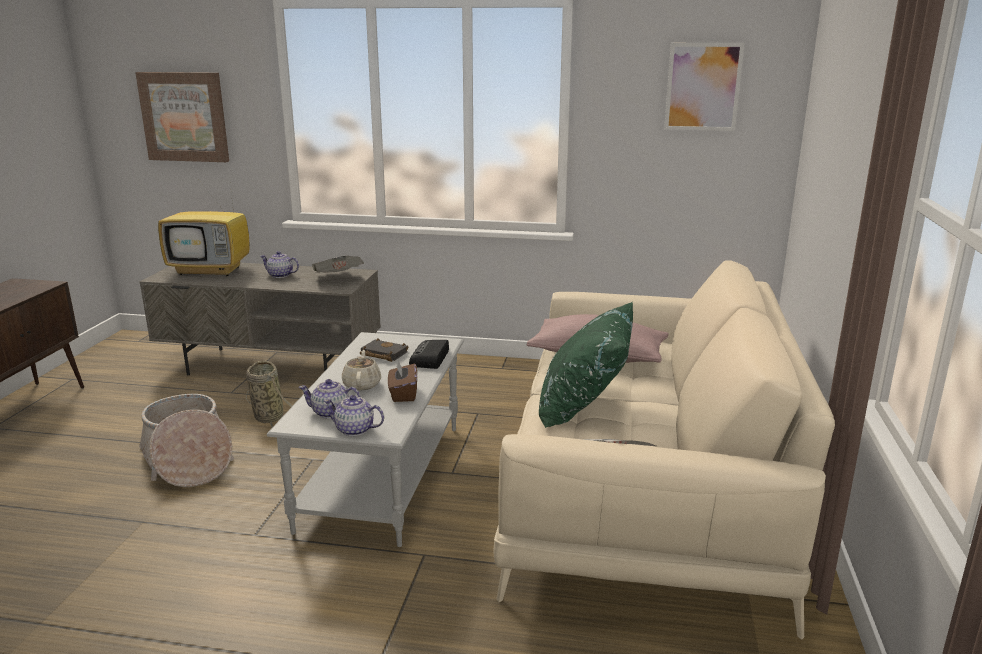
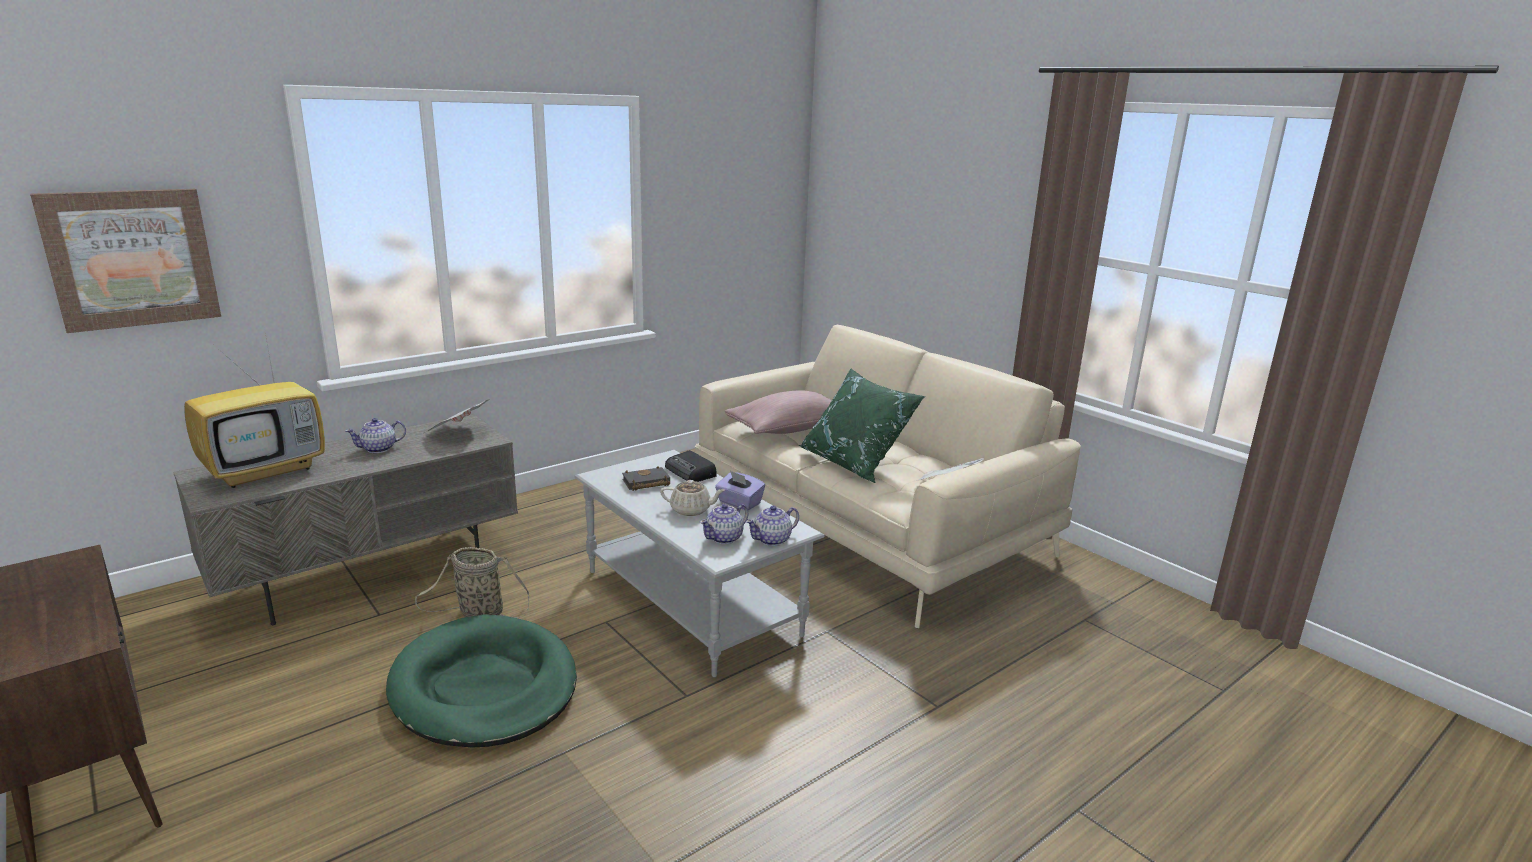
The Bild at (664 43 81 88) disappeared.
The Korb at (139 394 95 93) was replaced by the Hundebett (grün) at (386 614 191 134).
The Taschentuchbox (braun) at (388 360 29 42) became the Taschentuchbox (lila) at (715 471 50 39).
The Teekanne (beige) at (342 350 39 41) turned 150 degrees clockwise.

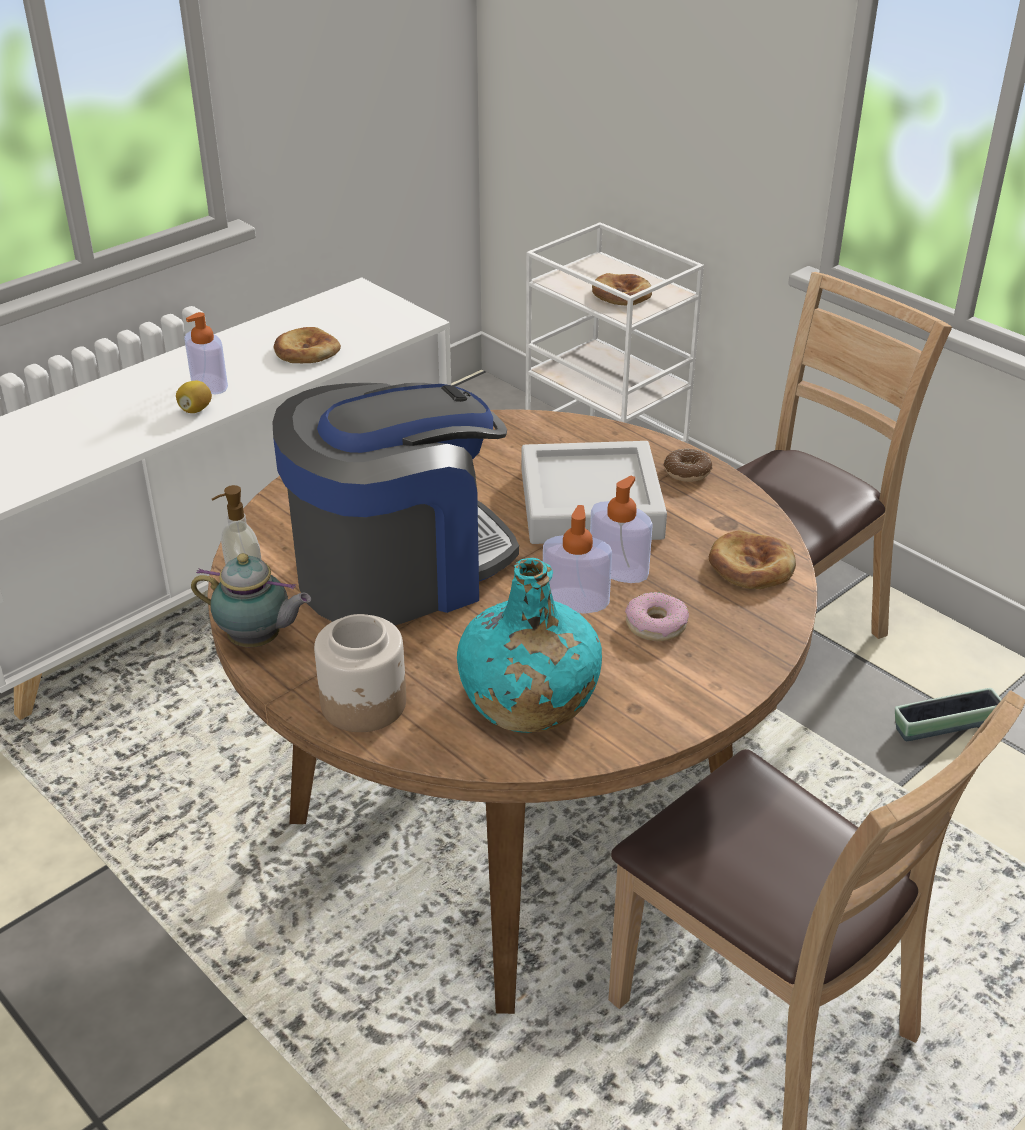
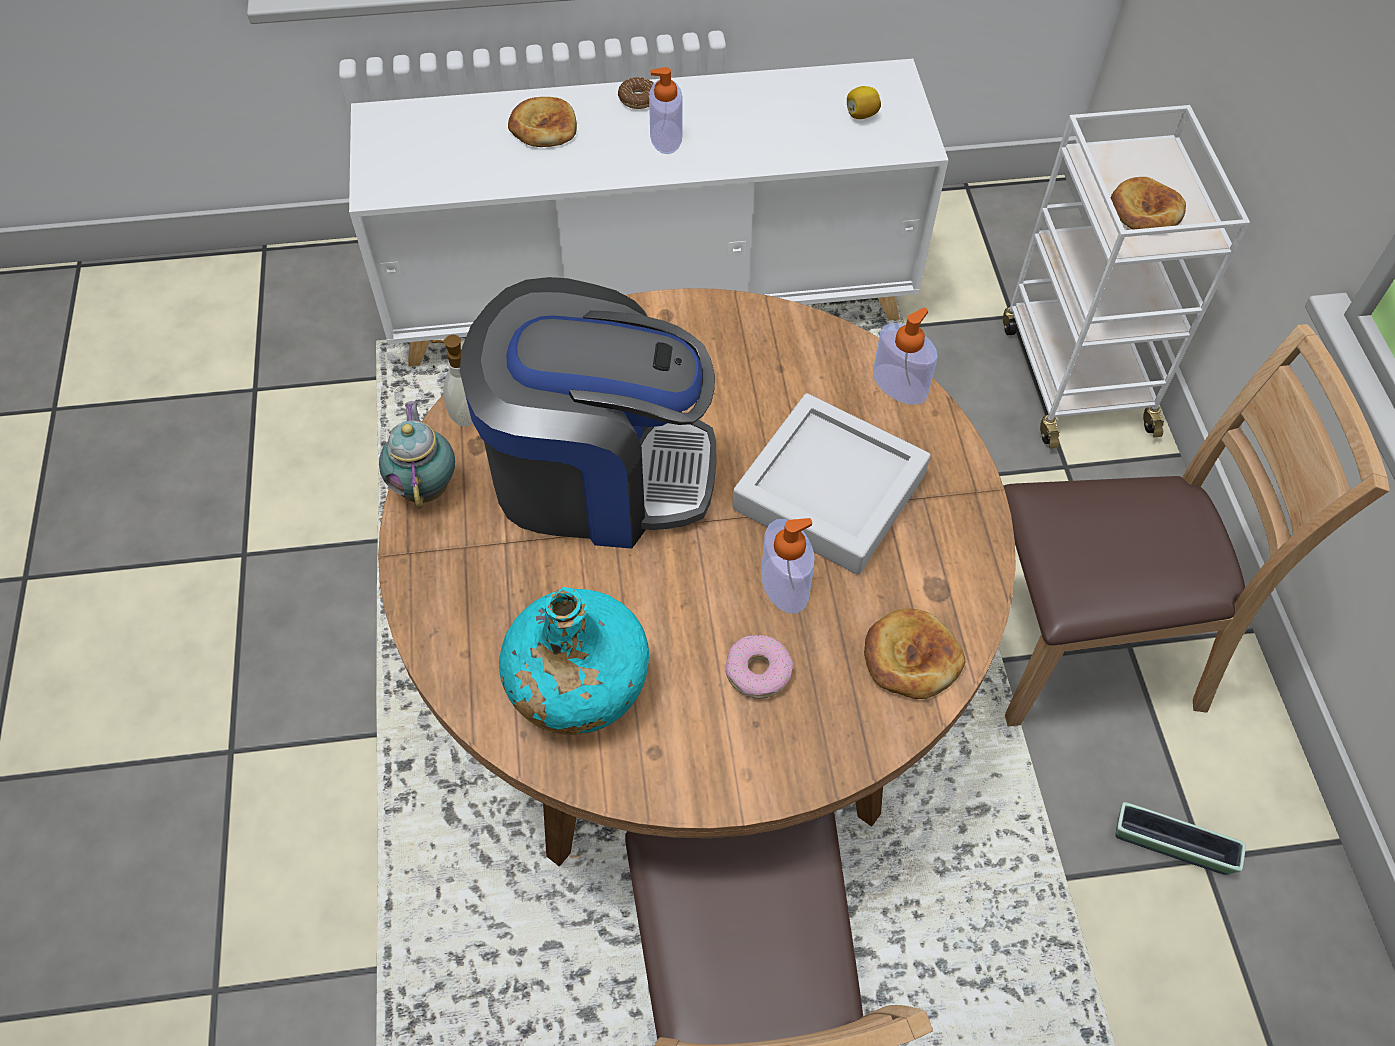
The Vorratsglas at (314 614 92 118) disappeared.
The Zitrone moved from (176 381 36 32) to (847 86 34 33).
The Brot moved from (274 327 67 36) to (508 97 69 50).
The Seifenspender moved from (543 505 69 108) to (873 308 65 97).
The Donut moved from (663 449 49 33) to (618 77 36 32).
The Teekanne at (191 553 120 94) turned 150 degrees counterclockwise.

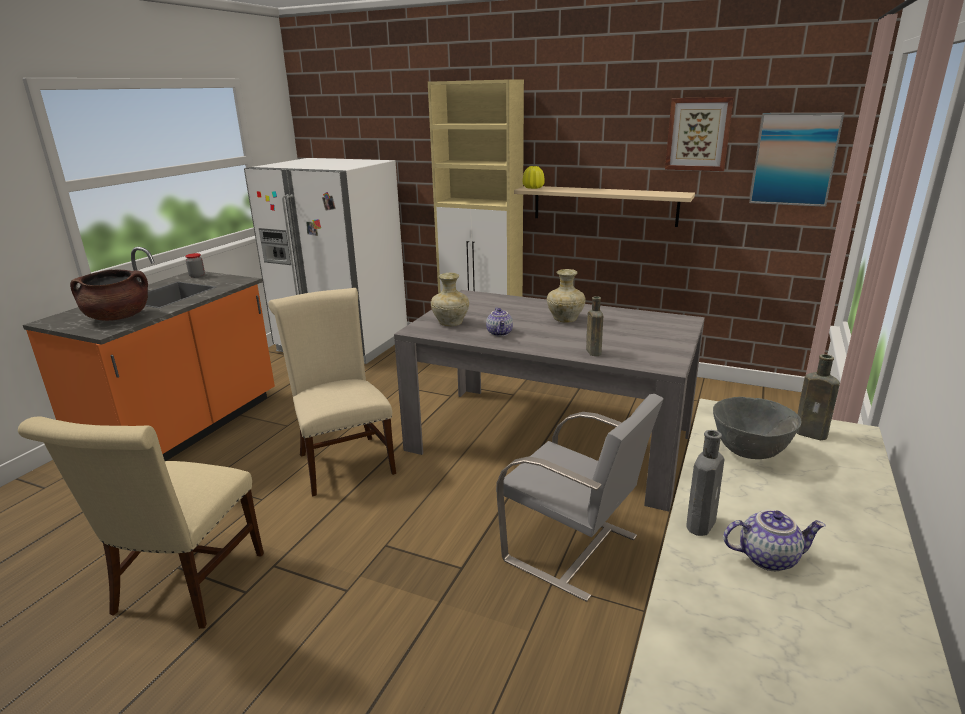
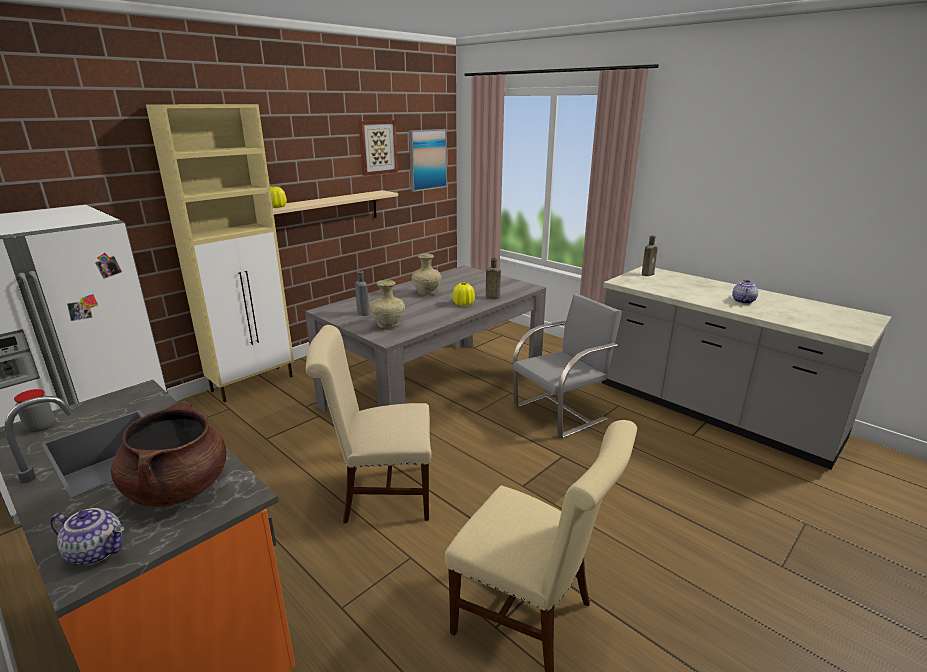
The Schüssel (grau) at (713 397 88 62) disappeared.
The Vase (gelb) at (453 283 22 23) appeared.
The Teekanne moved from (486 307 27 29) to (50 508 74 57).
The Flasche (grau) moved from (686 430 38 106) to (355 271 15 45).

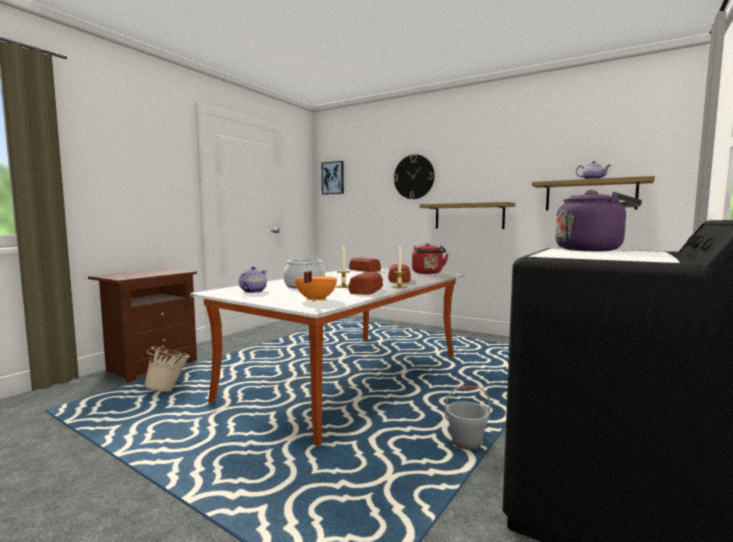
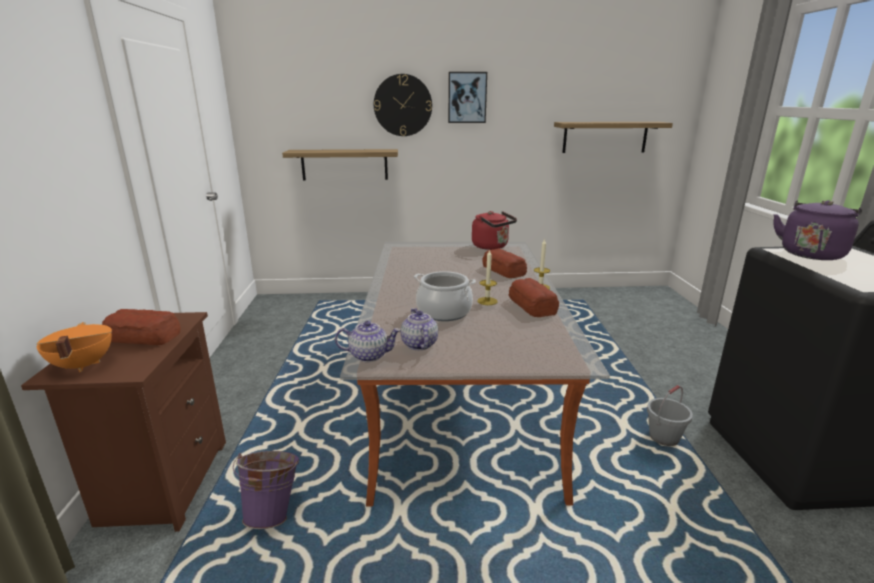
The Kochtopf (orange) moved from (295 271 42 31) to (37 322 75 50).
The Bild moved from (322 161 22 34) to (448 72 39 51).
The Brot moved from (349 258 32 14) to (102 309 78 36).
The Wandregal moved from (419 202 96 27) to (282 149 116 31).
The Teekanne moved from (576 161 35 18) to (335 321 66 41).
The Eimer (beige) at (144 345 46 47) became the Eimer (lila) at (233 451 66 78).

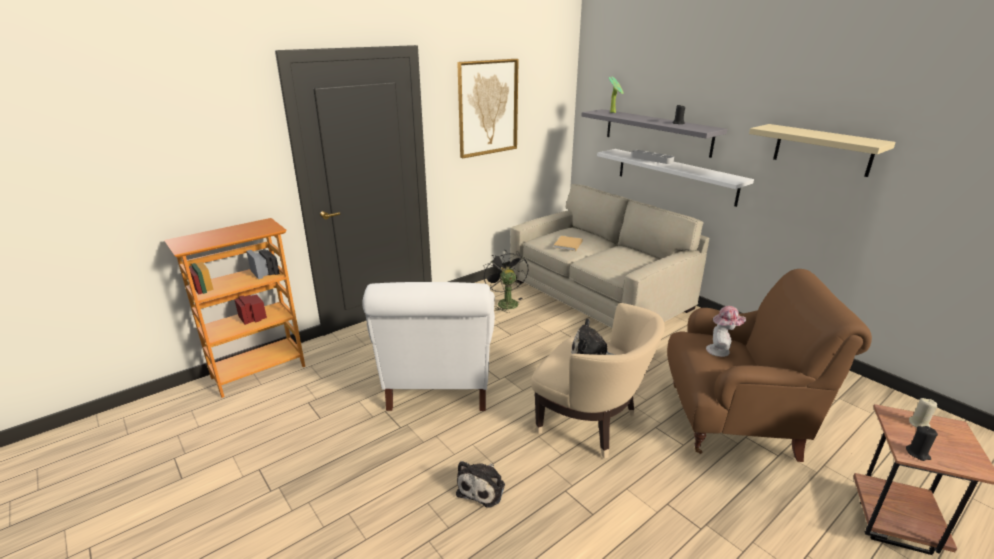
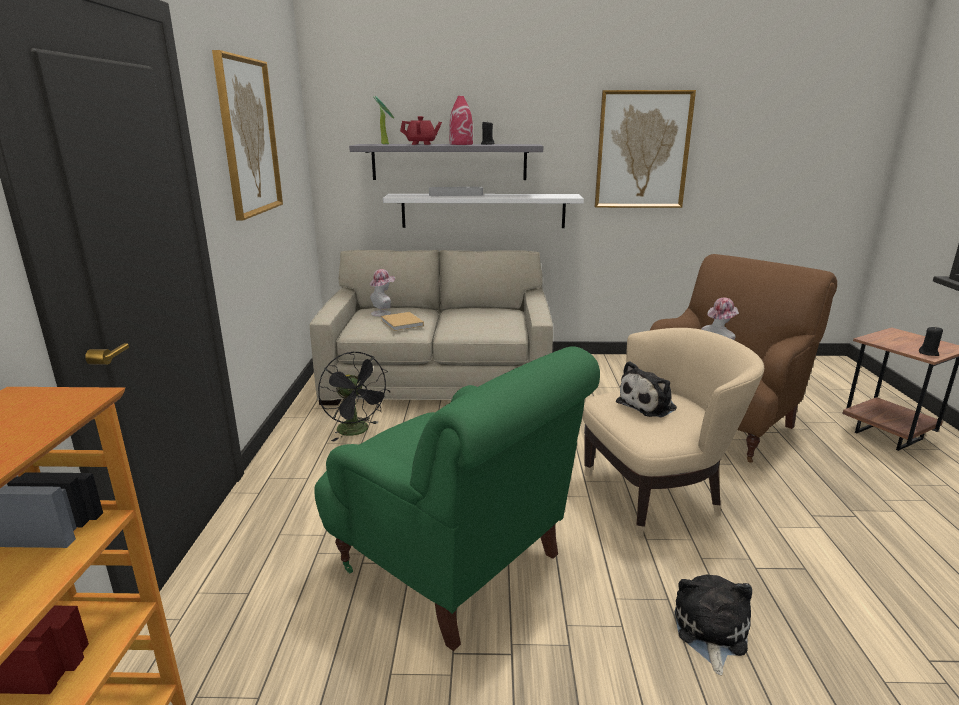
The Kerze (beige) at (909 398 28 30) disappeared.
The Hut at (370 269 25 48) appeared.
The Teekanne (rot) at (400 116 42 29) appeared.
The Vase (rot) at (449 96 24 49) appeared.
The Wandregal (beige) at (749 124 147 53) was replaced by the Bild at (595 90 101 118).
The Sessel (weiß) at (362 282 133 129) became the Sessel (grün) at (314 346 286 305).
The Plüschtier at (456 461 49 47) turned 135 degrees counterclockwise.
The Ventilator (schwarz) at (483 250 45 63) turned 150 degrees counterclockwise.

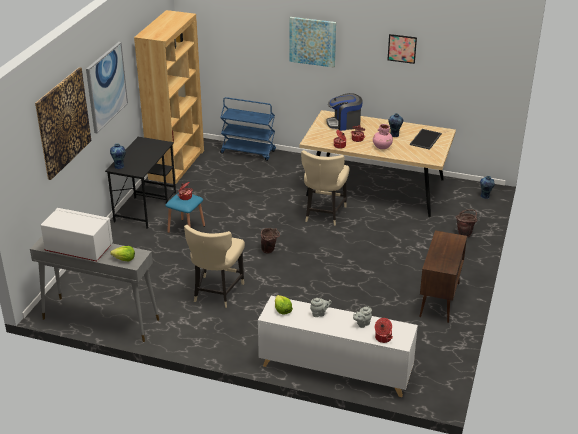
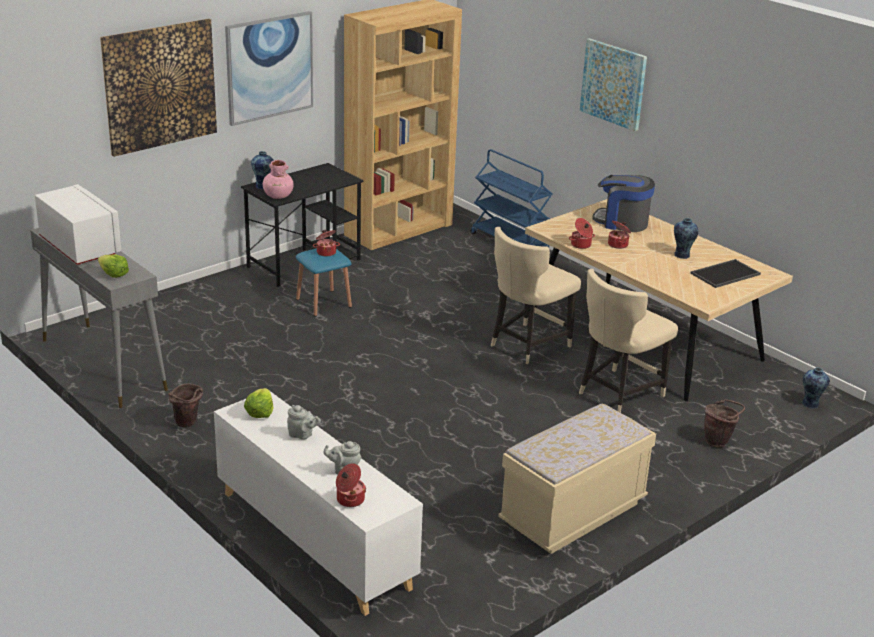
The Bild at (388 34 29 30) disappeared.
The Stuhl (beige) moved from (184 225 61 83) to (579 269 99 144).
The Eimer (braun) moved from (261 228 19 26) to (168 383 35 44).
The Vase (rosa) moved from (373 124 20 25) to (263 160 31 39).
The Schrank (braun) at (419 230 48 93) was replaced by the Bank (beige) at (498 404 158 150).

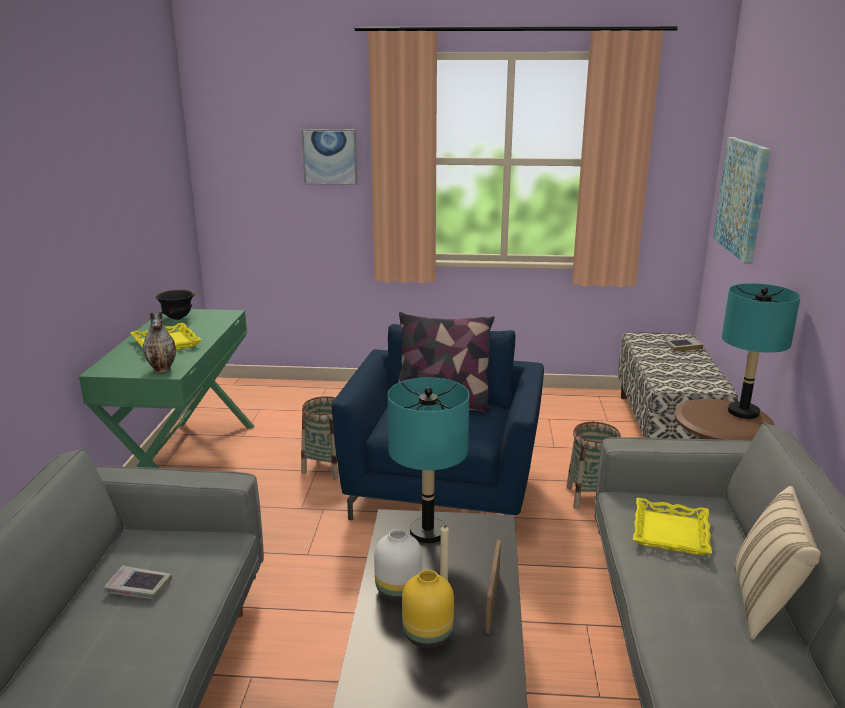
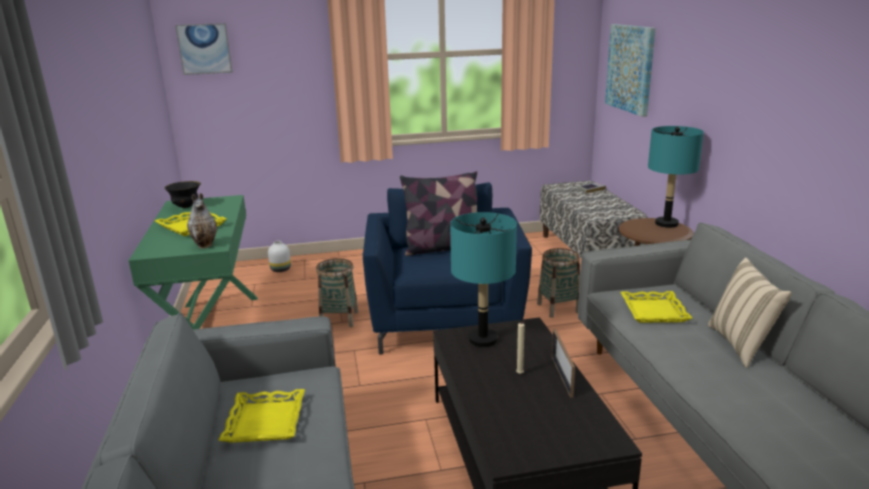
The Vase (gelb) at (402 570 52 78) disappeared.
The Bild moved from (301 129 56 56) to (175 23 58 52).
The Vase (weiß) moved from (374 529 48 72) to (268 241 23 31).
The Buch at (104 566 68 33) was replaced by the Tablett (gelb) at (218 389 87 54).

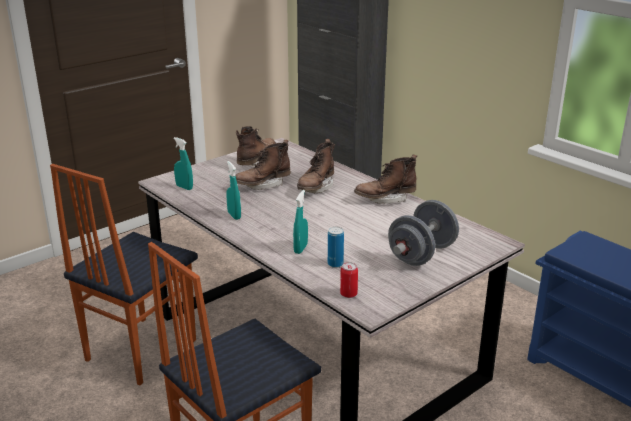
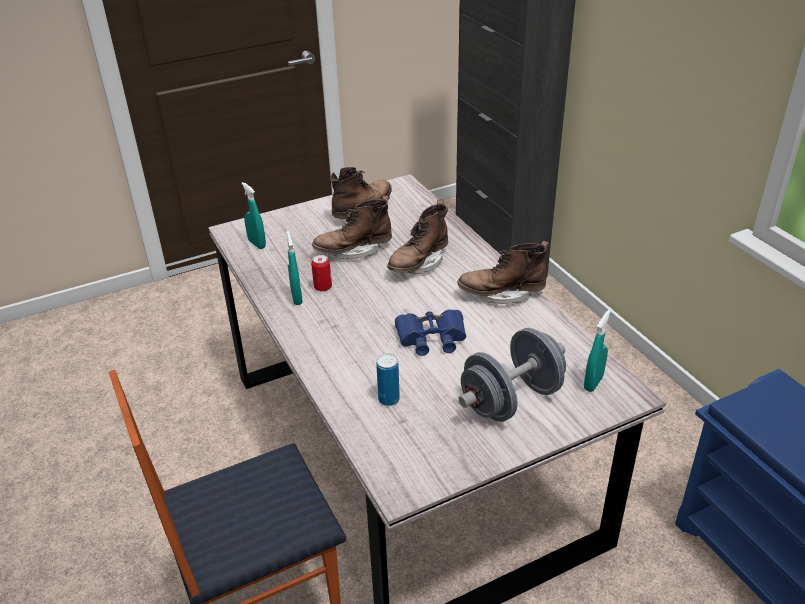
The Stuhl at (50 164 148 221) disappeared.
The Fernglas (blau) at (395 309 71 47) appeared.
The Sprühflasche (türkis) moved from (293 190 15 64) to (584 310 27 82).
The Dose moved from (340 262 18 36) to (311 254 21 37).

